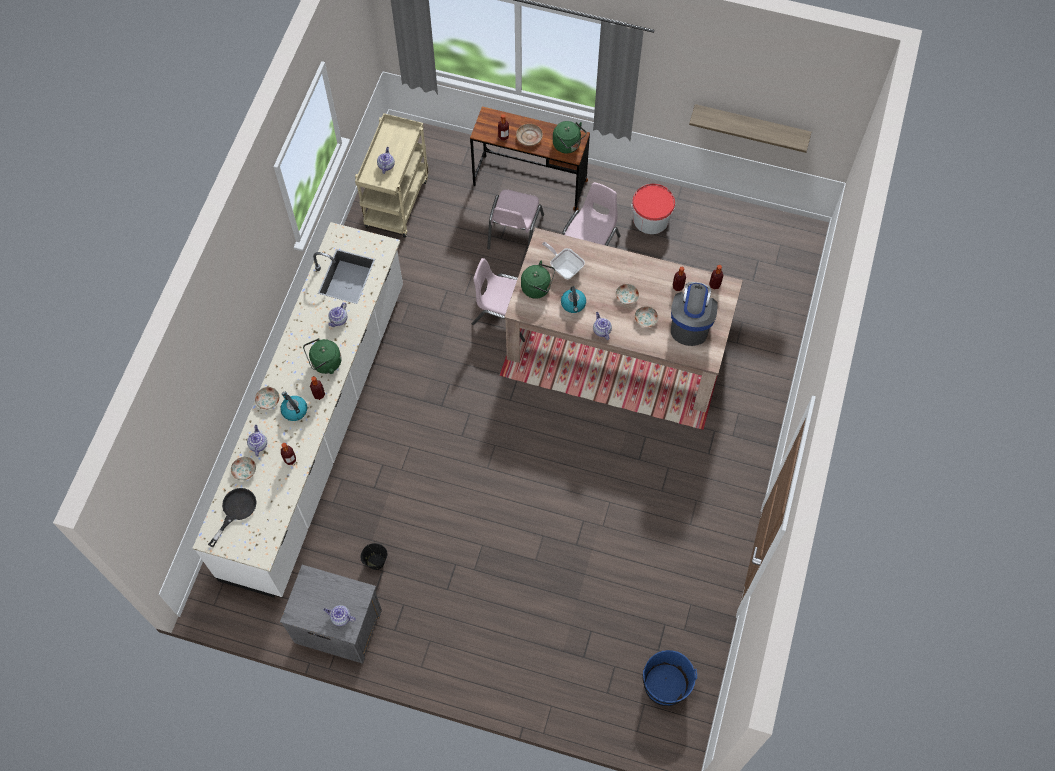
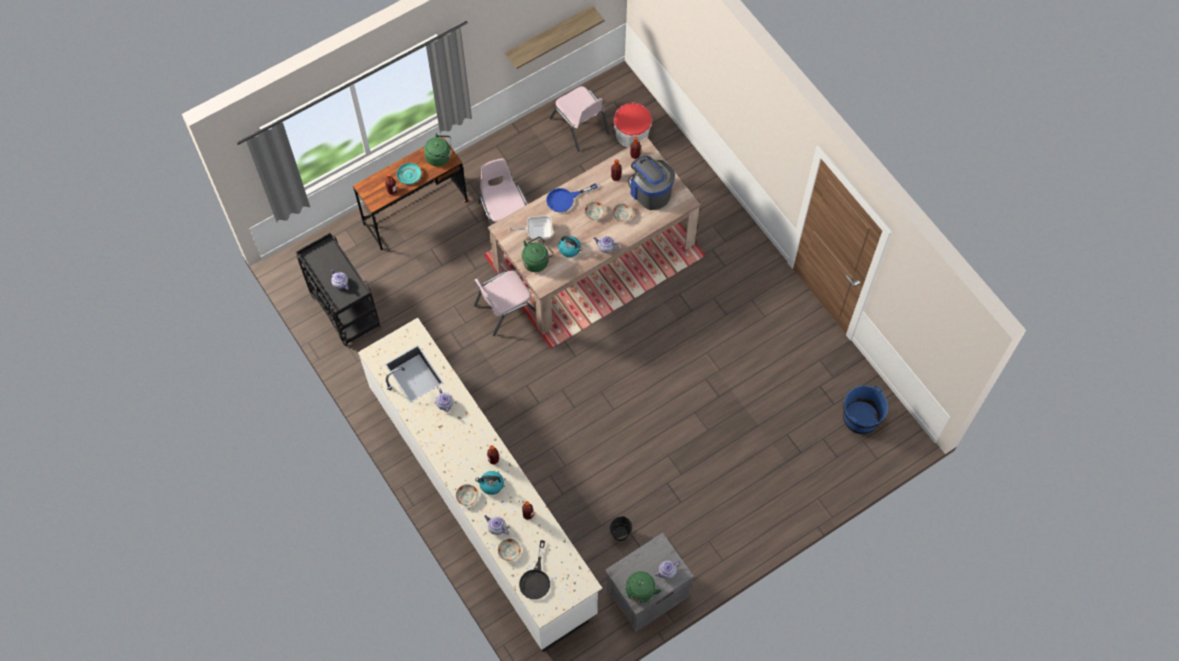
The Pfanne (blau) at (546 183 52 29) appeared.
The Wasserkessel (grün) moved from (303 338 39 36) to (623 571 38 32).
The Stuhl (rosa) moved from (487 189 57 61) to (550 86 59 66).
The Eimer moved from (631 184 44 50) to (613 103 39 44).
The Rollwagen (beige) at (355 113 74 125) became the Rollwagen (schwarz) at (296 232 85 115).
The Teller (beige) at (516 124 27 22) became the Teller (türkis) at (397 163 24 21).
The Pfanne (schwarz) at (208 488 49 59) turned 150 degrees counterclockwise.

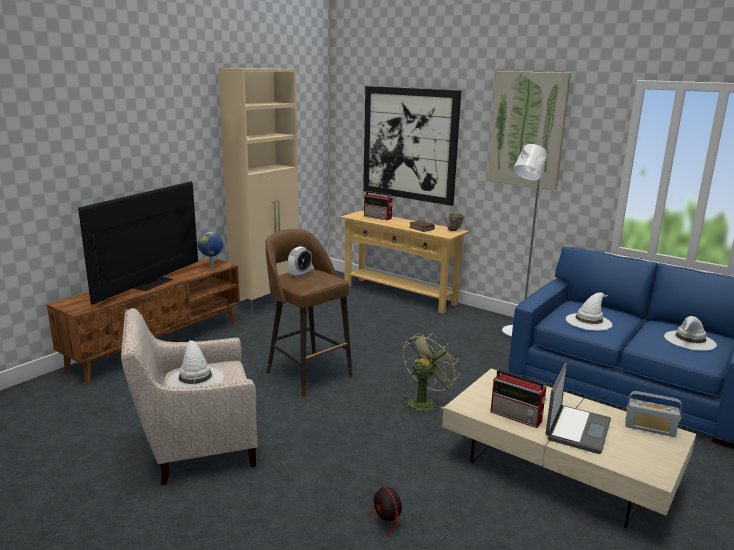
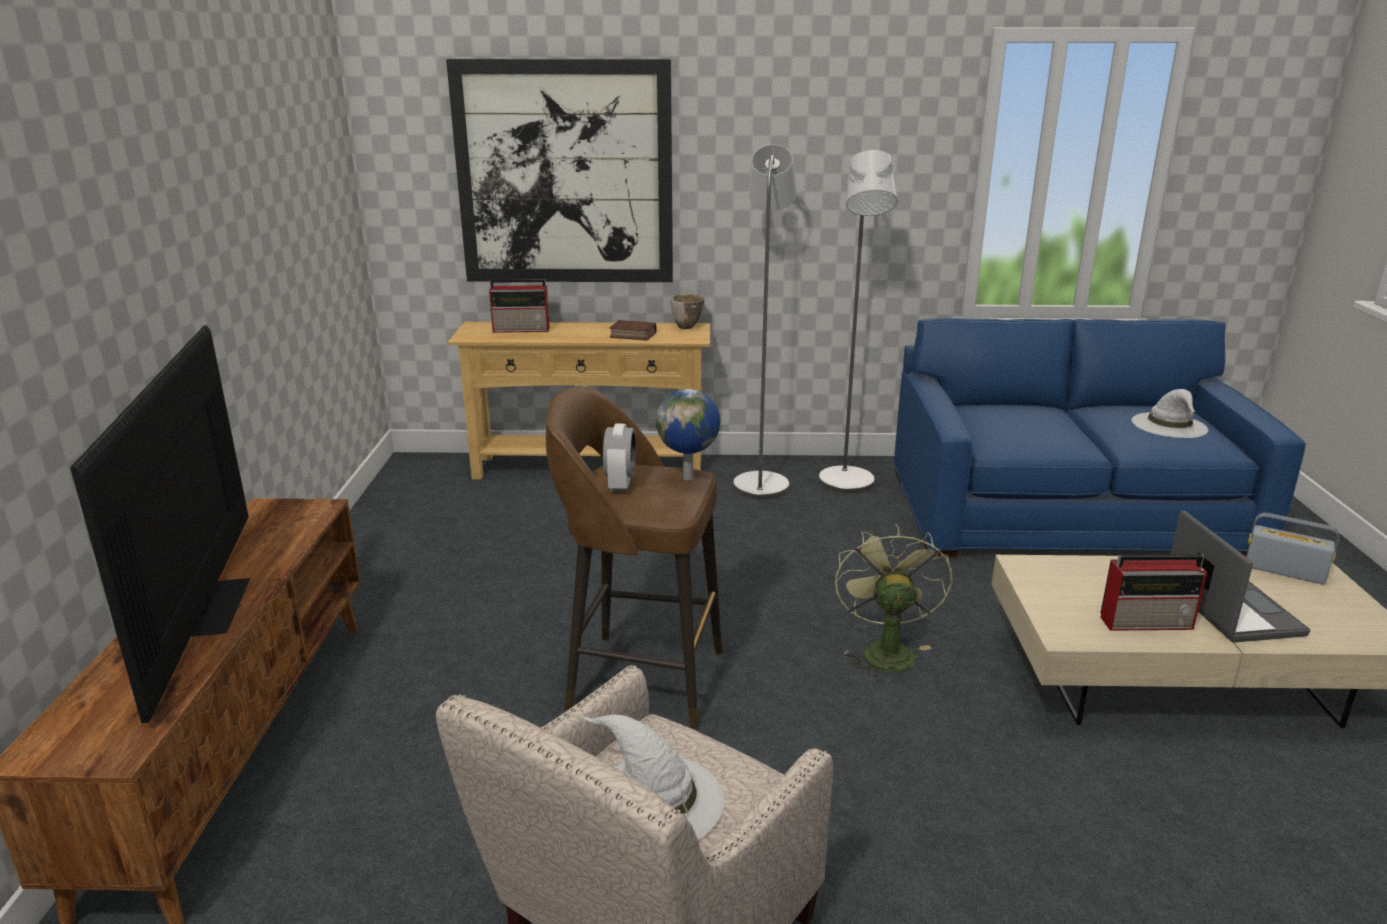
The Schrank (beige) at (218 68 80 246) disappeared.
The Ventilator at (370 487 88 61) disappeared.
The Bild at (487 71 84 119) disappeared.
The Hut (weiß) at (566 293 46 38) disappeared.
The Stehlampe (grau) at (733 145 64 354) appeared.
The Globus moved from (198 232 25 36) to (656 389 64 92).
The Radio at (626 391 56 46) turned 135 degrees counterclockwise.

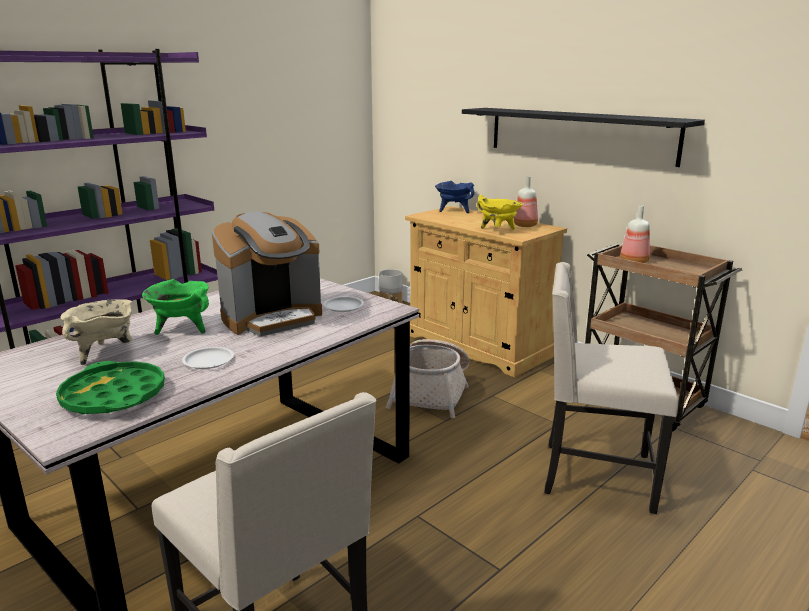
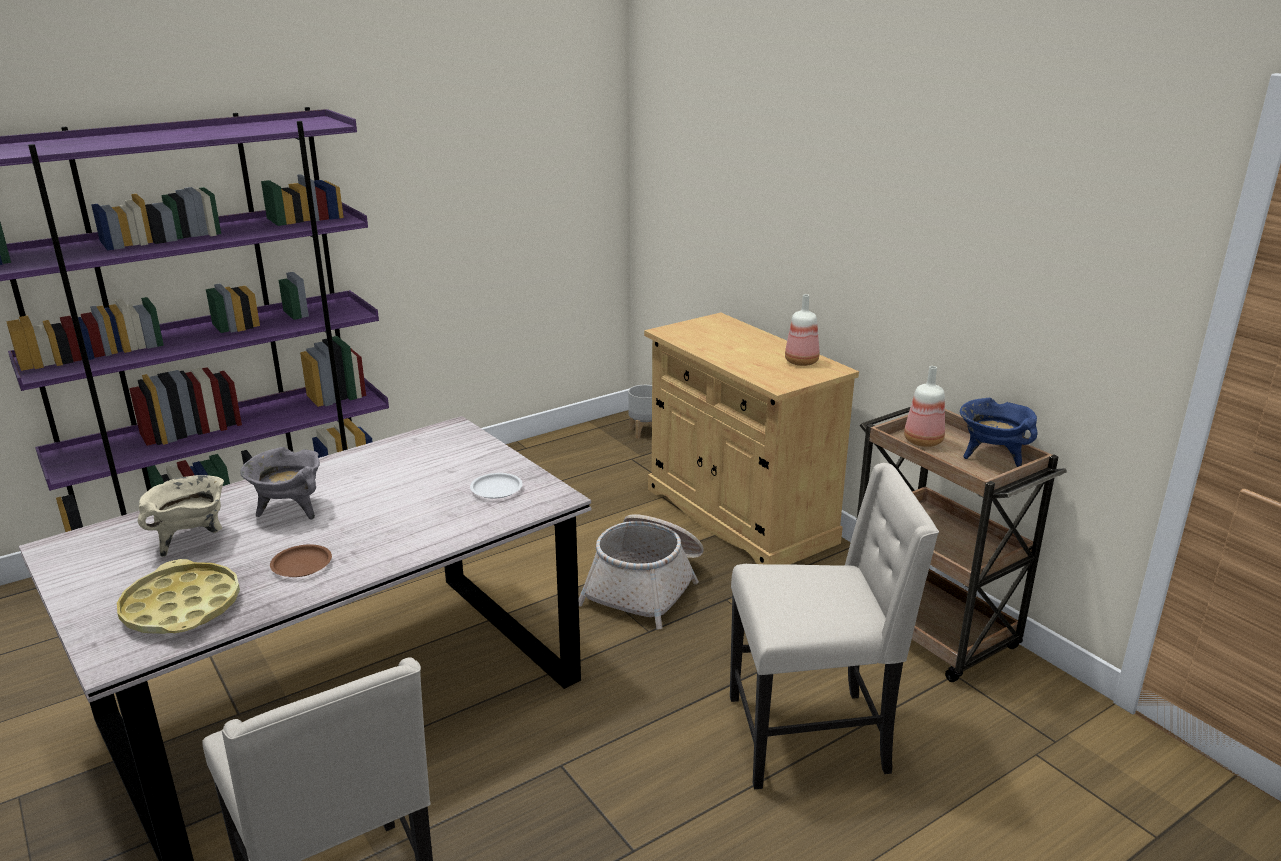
The Kaffeemaschine at (212 212 110 125) disappeared.
The Wandregal (schwarz) at (462 108 243 59) disappeared.
The Kochtopf (gelb) at (477 195 46 35) disappeared.
The Kochtopf (blau) moved from (435 181 39 32) to (960 398 78 69).
The Tablett (grün) at (56 361 109 53) became the Tablett (gelb) at (117 559 123 75).
The Kochtopf (grün) at (142 279 67 56) became the Kochtopf (grau) at (240 447 80 72).
The Teller (weiß) at (182 347 52 22) became the Teller (braun) at (270 544 62 33).
The Stuhl (beige) at (544 262 134 252) turned 150 degrees clockwise.

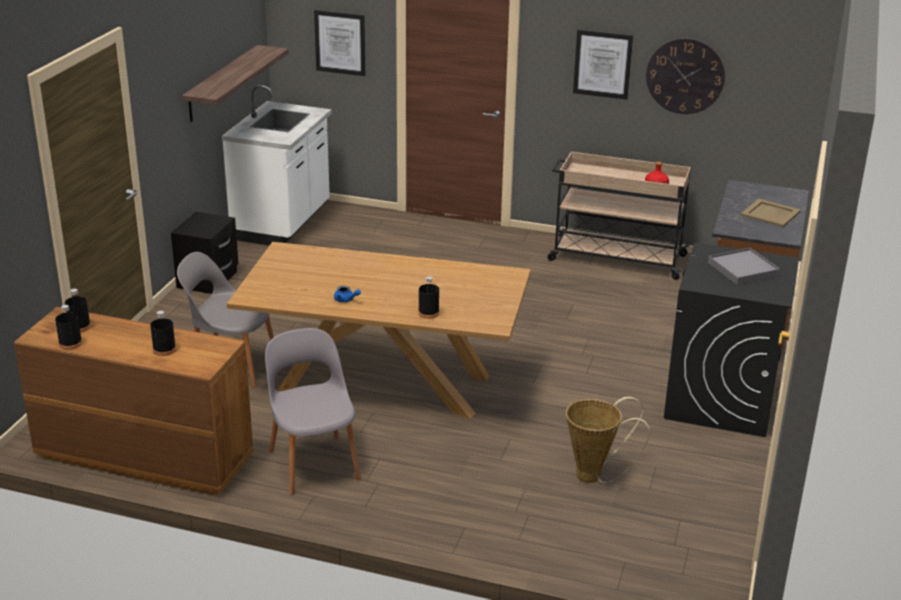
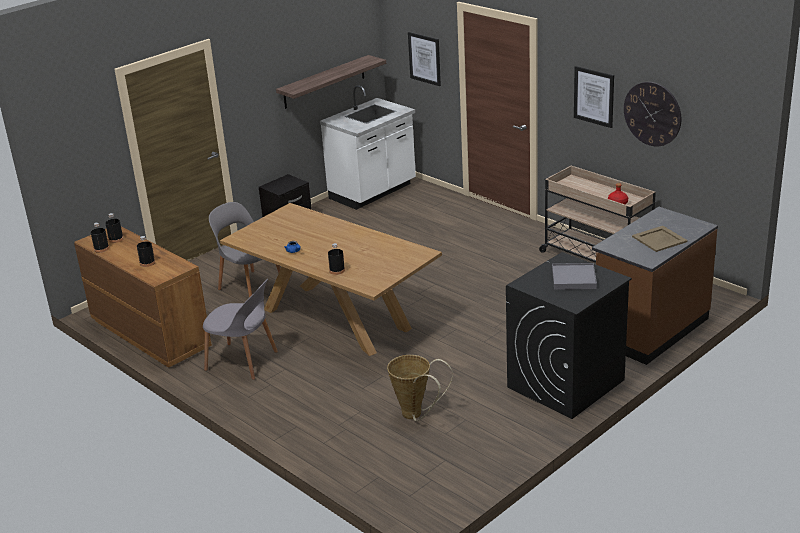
The Stuhl (grau) at (265 328 96 167) turned 105 degrees clockwise.

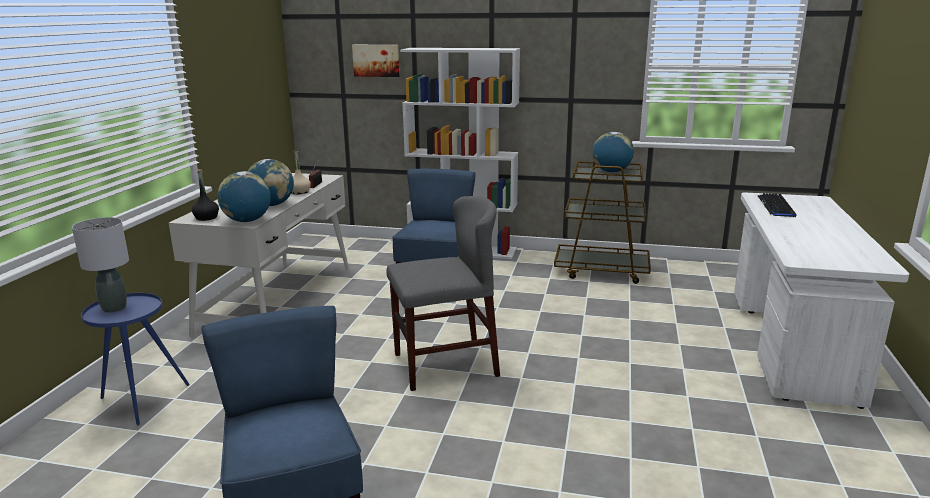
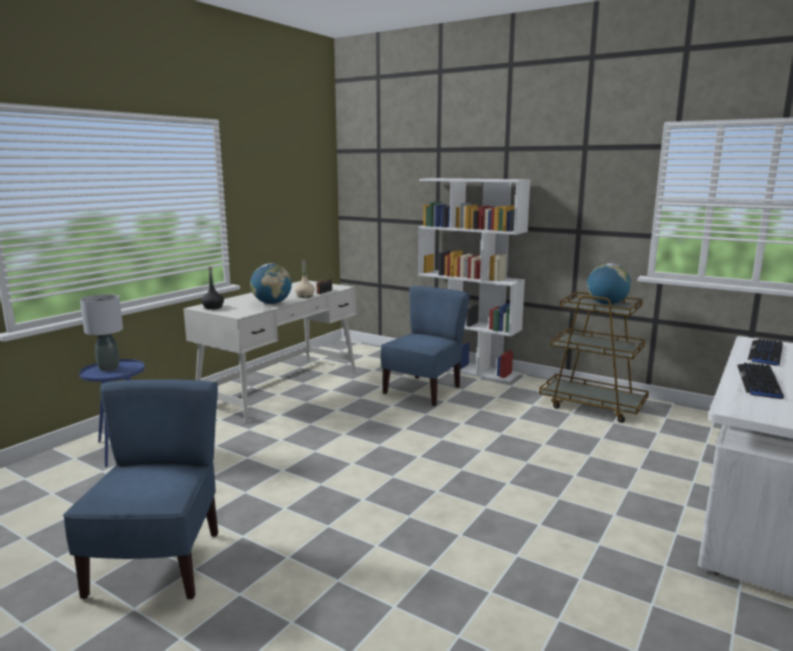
The Globus at (217 171 54 51) disappeared.
The Bild at (352 45 48 32) disappeared.
The Stuhl (grau) at (386 196 114 195) disappeared.
The Tastatur at (737 363 47 36) appeared.

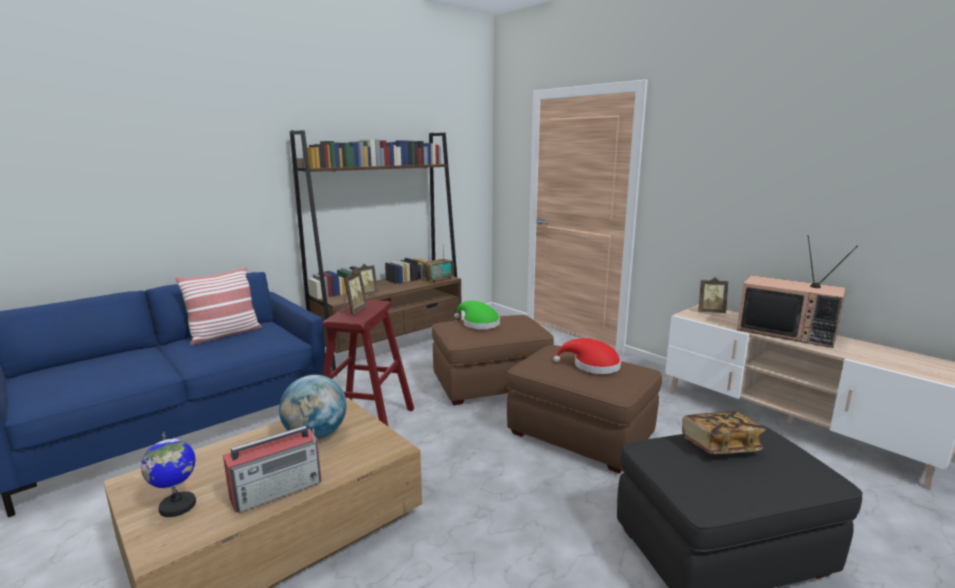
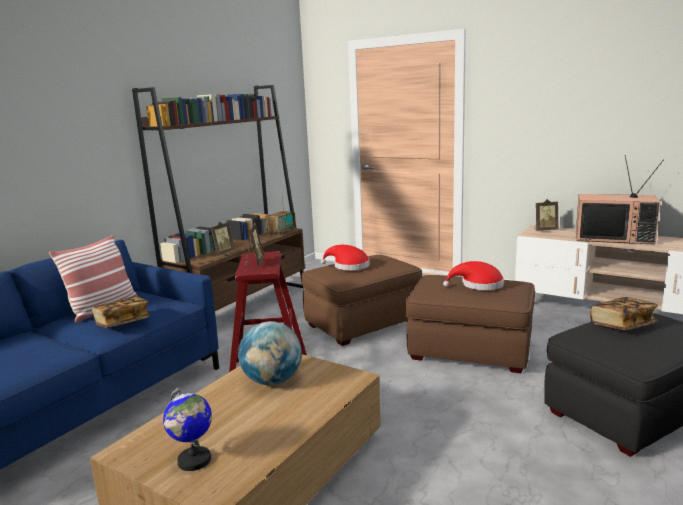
The Radio at (223 426 98 87) disappeared.
The Buch at (92 296 58 32) appeared.
The Hut (grün) at (454 301 46 28) became the Hut (rot) at (321 245 49 25).

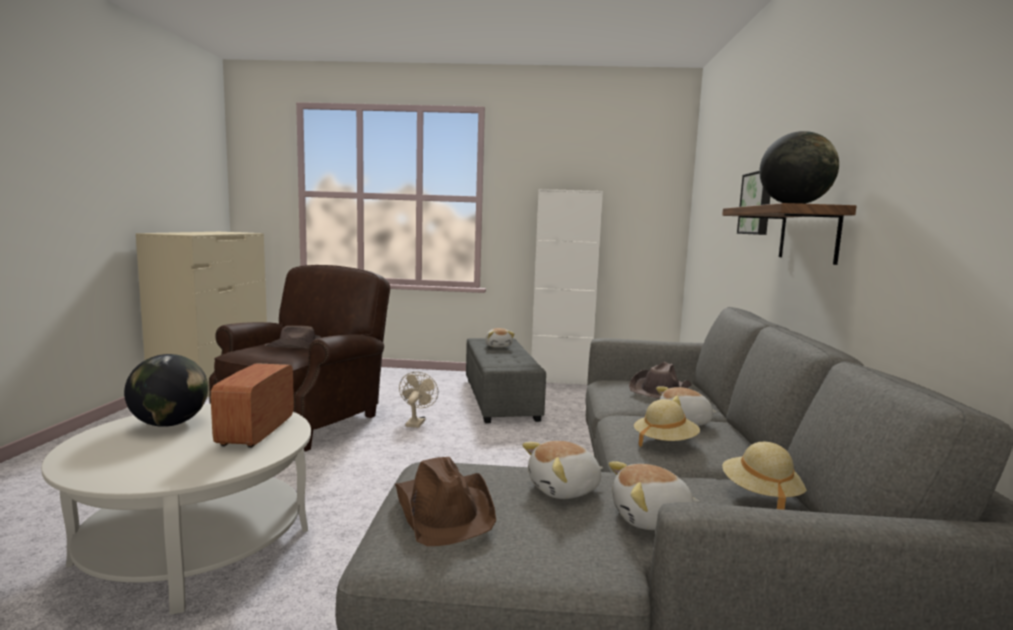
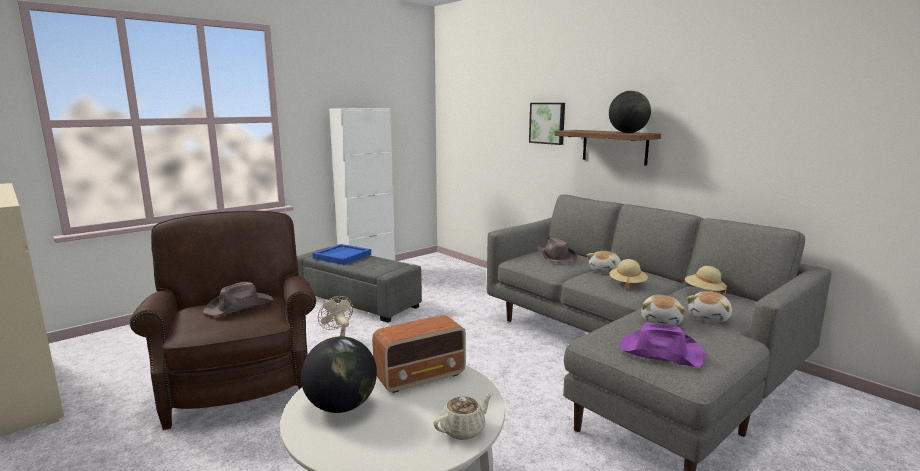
The Teekanne (beige) at (434 393 59 47) appeared.
The Plüschtier at (485 328 30 20) was replaced by the Tablett (blau) at (312 244 59 21).
The Hut (braun) at (395 457 101 89) became the Hut (lila) at (619 323 87 44).
The Radio at (211 363 83 85) turned 75 degrees counterclockwise.

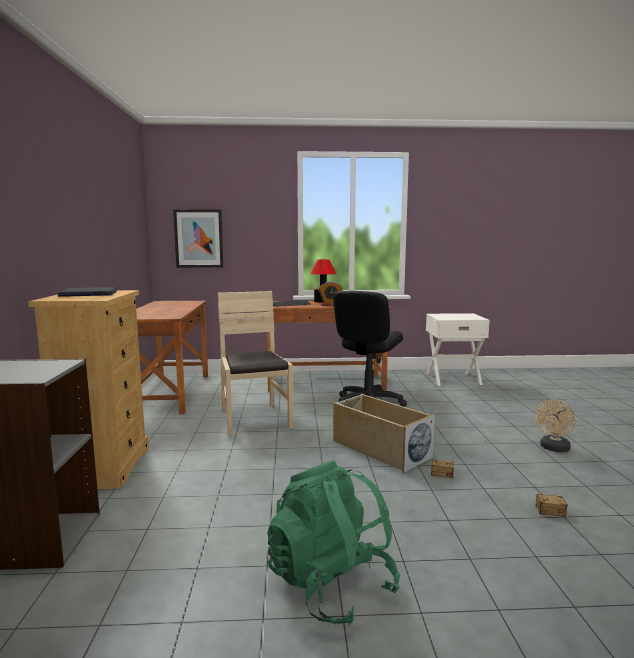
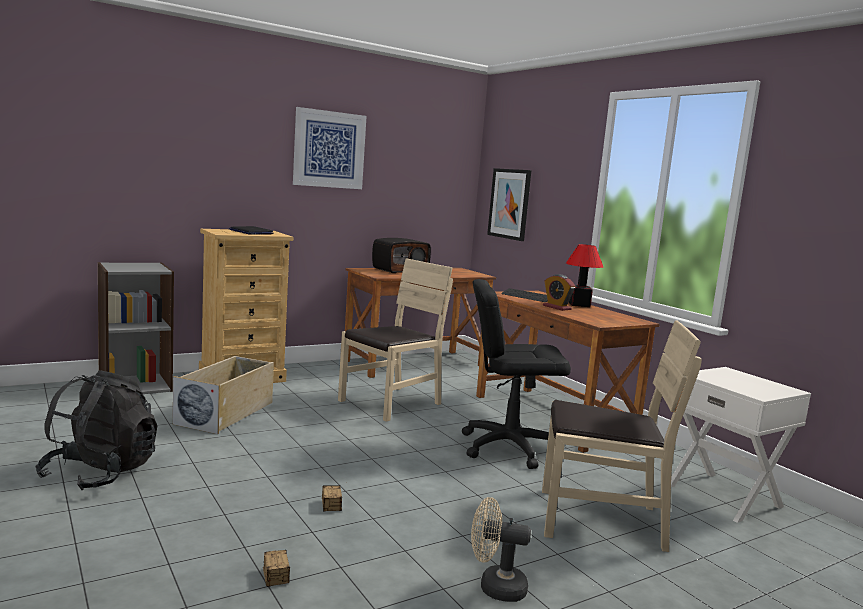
The Bild at (293 107 74 82) appeared.
The Radio at (372 238 59 35) appeared.
The Stuhl (beige) at (542 320 160 232) appeared.
The Aufbewahrungsbox (beige) moved from (333 394 102 79) to (173 356 101 78).
The Rucksack (grün) at (267 460 133 165) became the Rucksack (schwarz) at (35 370 122 120).

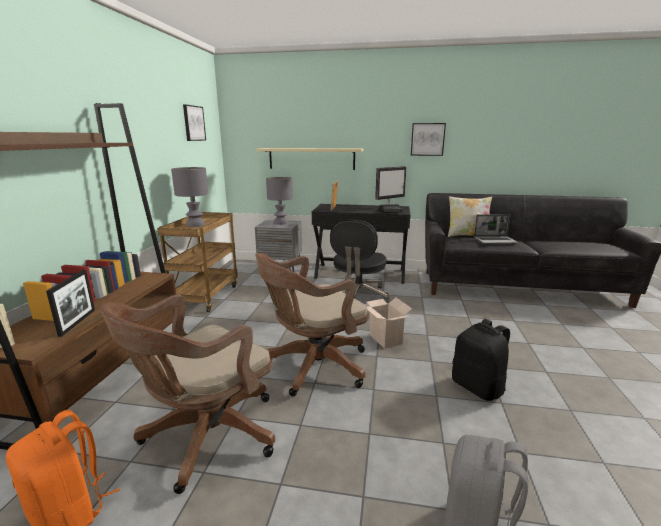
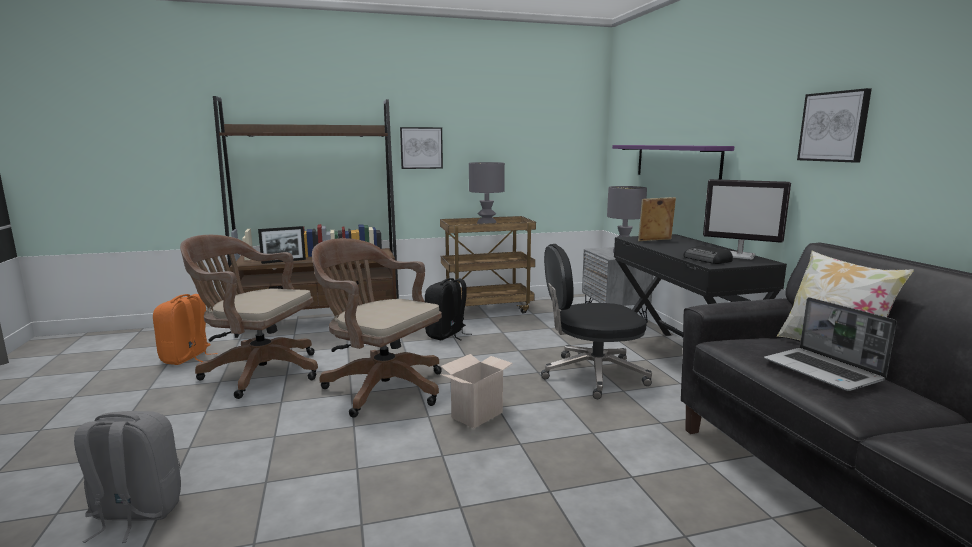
The Bild moved from (183 104 23 37) to (400 127 43 42).
The Rucksack (schwarz) moved from (452 319 58 82) to (425 278 47 62).
The Wandregal (beige) at (256 148 107 22) became the Wandregal (lila) at (612 145 122 35).

